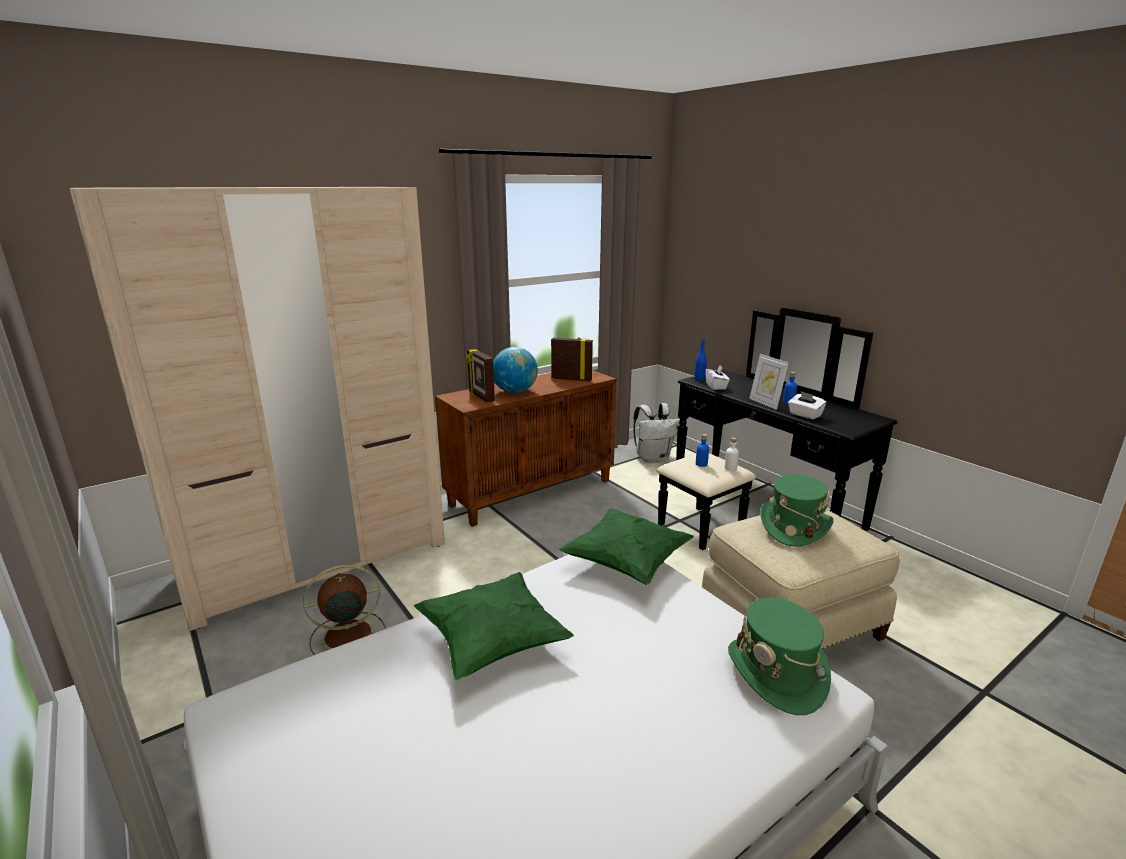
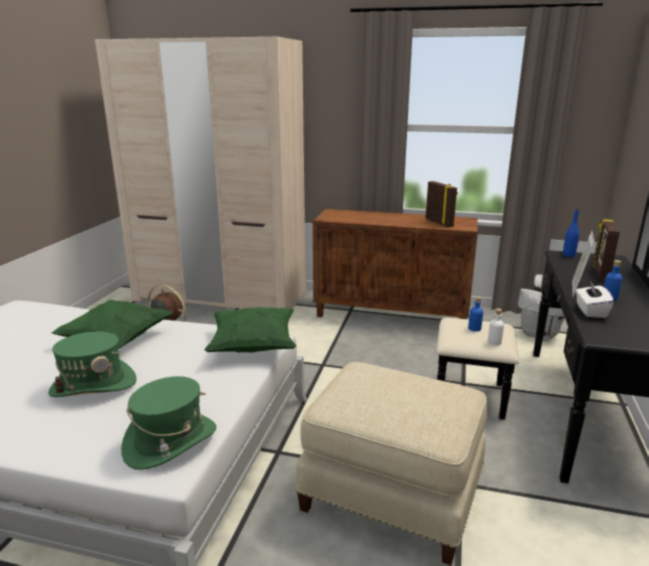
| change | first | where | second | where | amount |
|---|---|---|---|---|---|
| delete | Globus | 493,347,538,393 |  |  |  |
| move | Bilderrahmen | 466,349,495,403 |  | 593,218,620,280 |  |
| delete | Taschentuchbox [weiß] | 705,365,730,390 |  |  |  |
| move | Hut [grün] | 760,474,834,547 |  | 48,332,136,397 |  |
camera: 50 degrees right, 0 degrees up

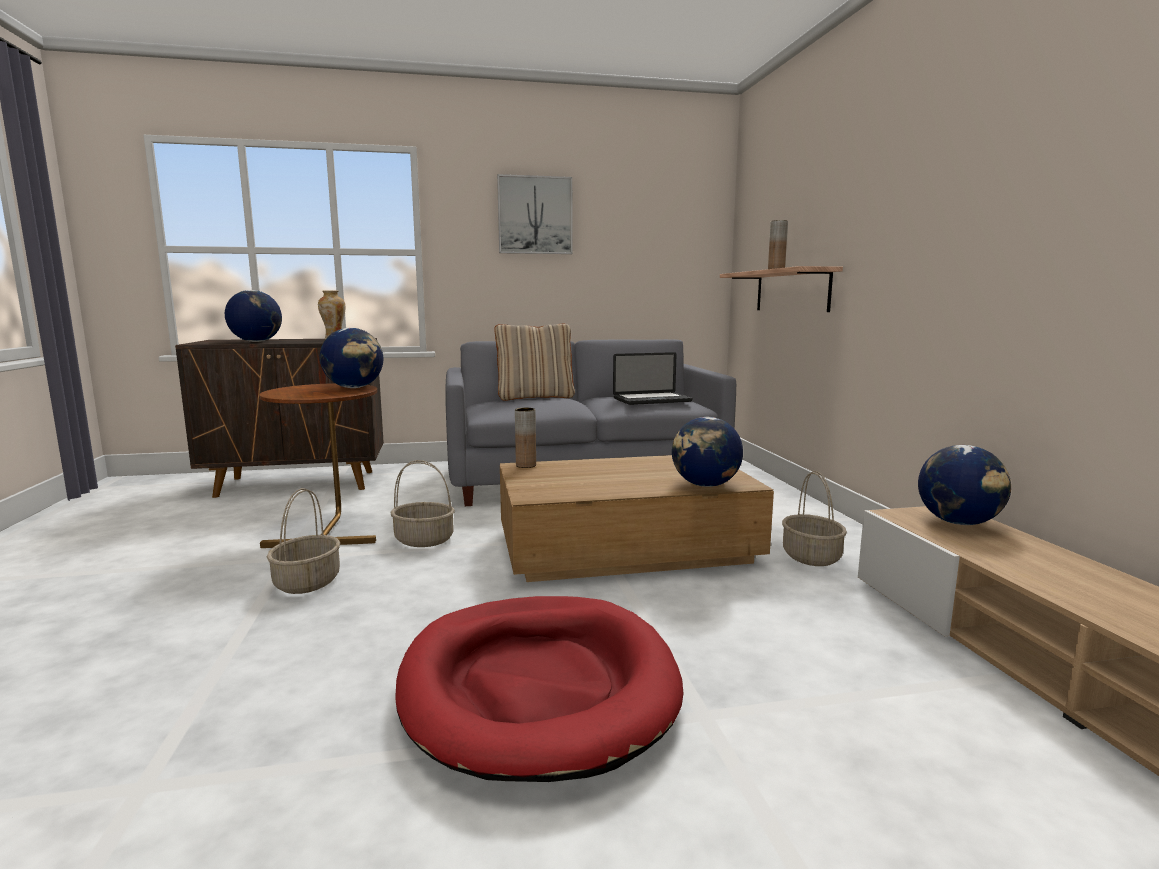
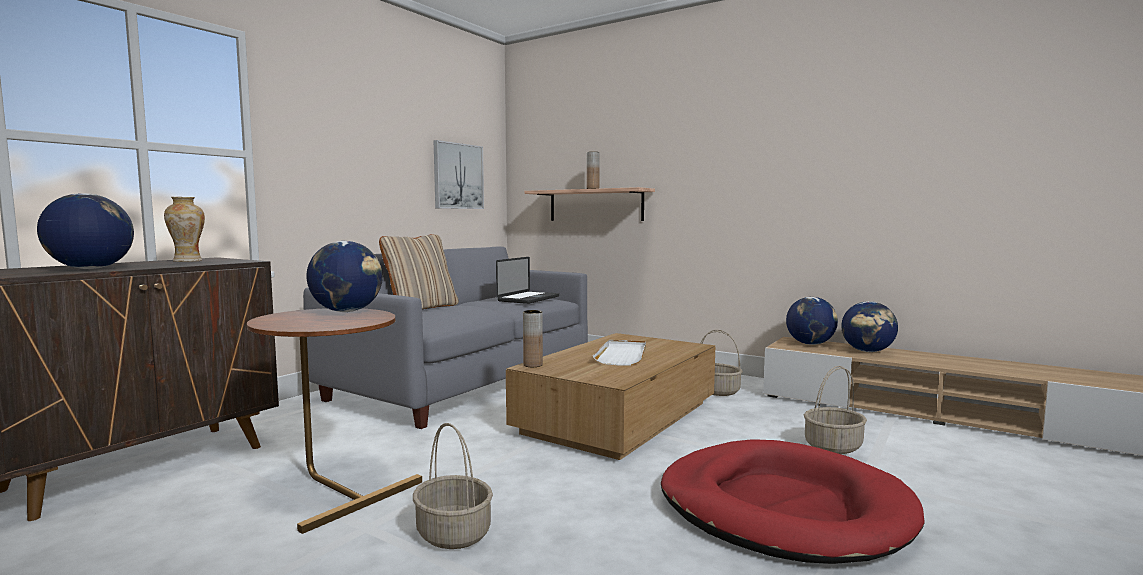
| change | first | where | second | where | amount |
|---|---|---|---|---|---|
| move | Bild | 497,174,573,254 |  | 434,140,484,209 |  |
| move | Globus | 672,417,743,487 |  | 841,301,898,352 |  |
| move | Korb | 390,460,455,547 |  | 804,366,867,454 |  |
| insert |  |  | Tablett [weiß] | 593,340,646,365 |  |
camera: 45 degrees left, 5 degrees down

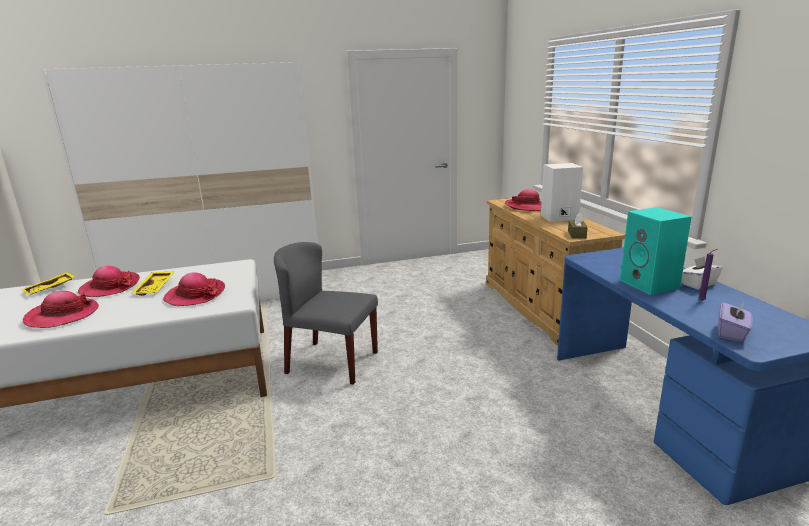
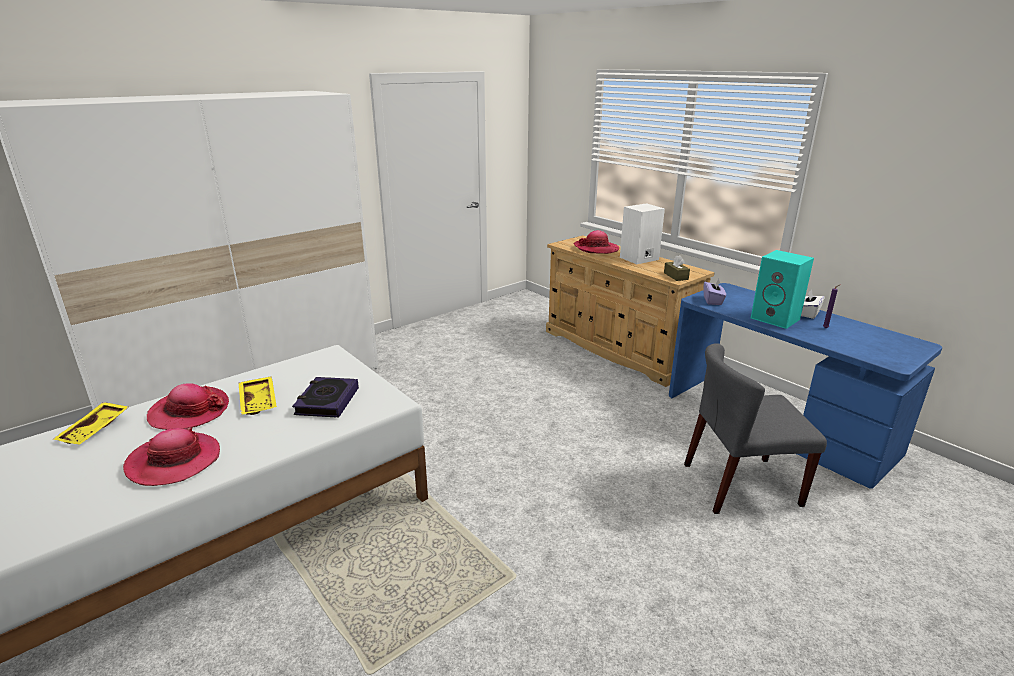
| change | first | where | second | where | amount |
|---|---|---|---|---|---|
| move | Stuhl [grau] | 274,242,378,385 |  | 684,343,827,514 |  |
| replace | Hut | 163,273,225,306 | Buch | 292,377,359,418 |  |
| move | Taschentuchbox [lila] | 718,302,753,342 |  | 703,279,726,305 |  |
camera: 25 degrees left, 5 degrees up

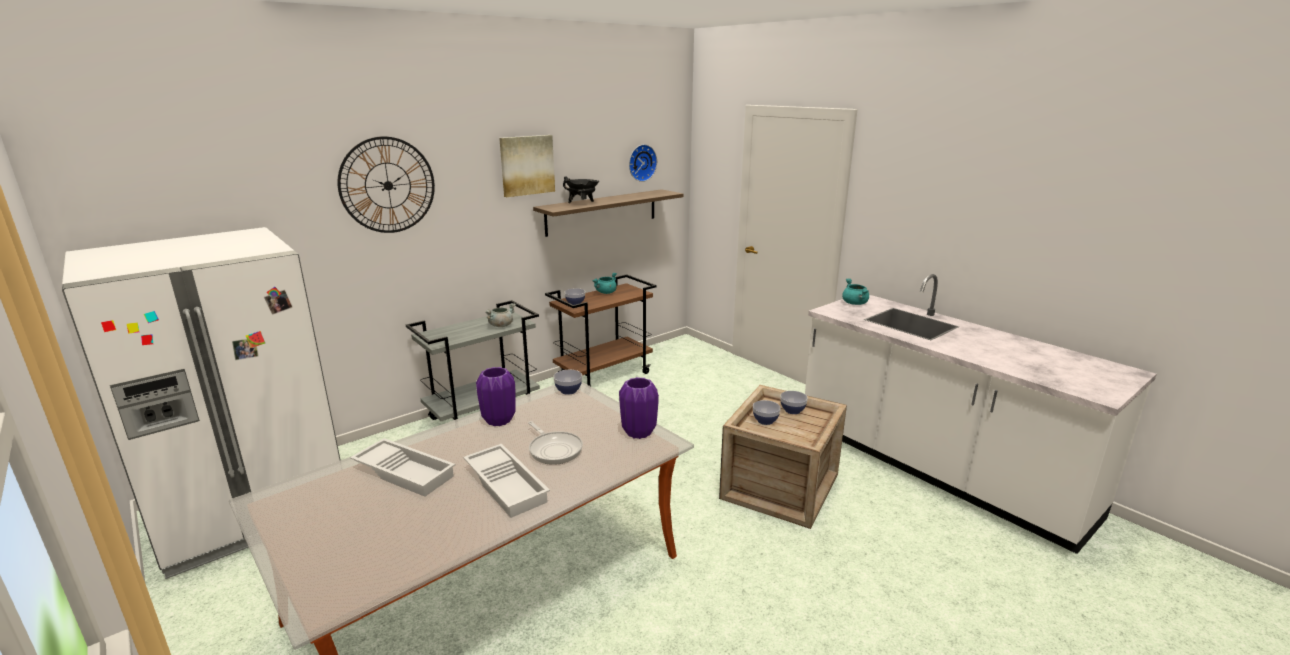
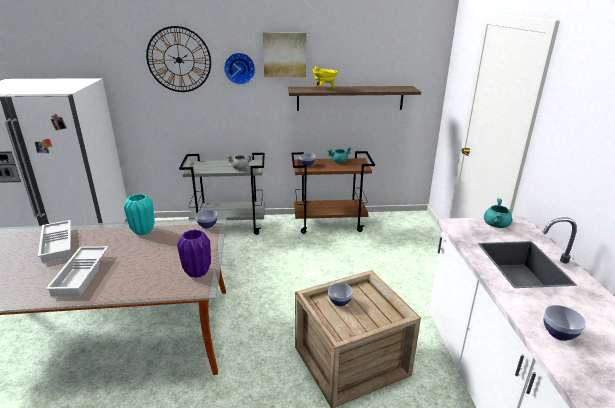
| change | first | where | second | where | amount |
|---|---|---|---|---|---|
| move | Wanduhr | 629,144,657,182 |  | 224,53,255,85 |  |
| recolor | Kochtopf [schwarz] | 563,176,599,203 | Kochtopf [gelb] | 313,66,339,89 |  |
| recolor | Vase [lila] | 476,367,516,426 | Vase [türkis] | 124,194,155,235 |  |
| move | Schüssel | 780,391,808,414 |  | 544,305,586,341 |  |
| delete | Pfanne | 528,421,583,465 |  |  |  |
camera: 35 degrees right, 5 degrees up

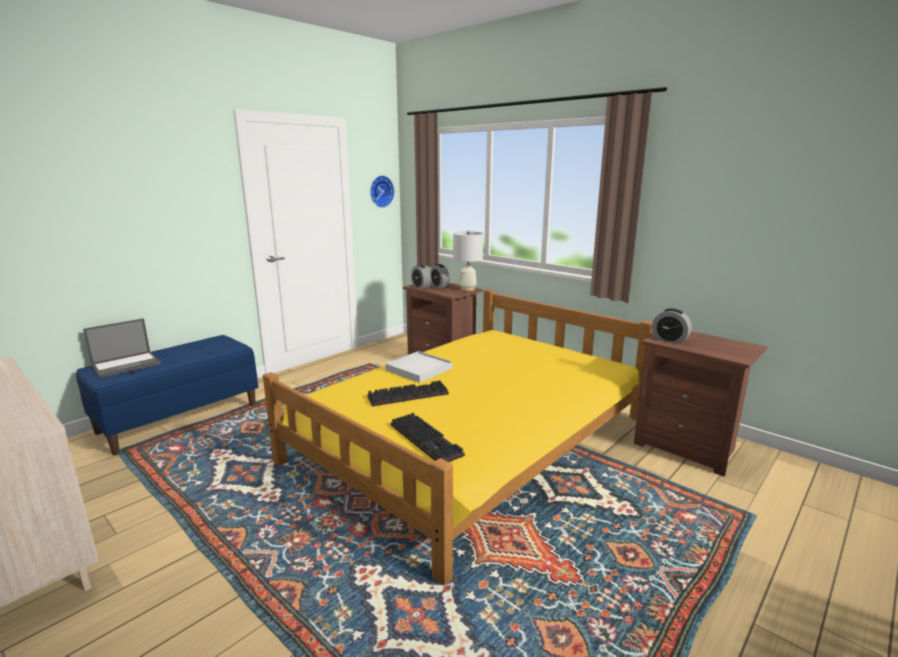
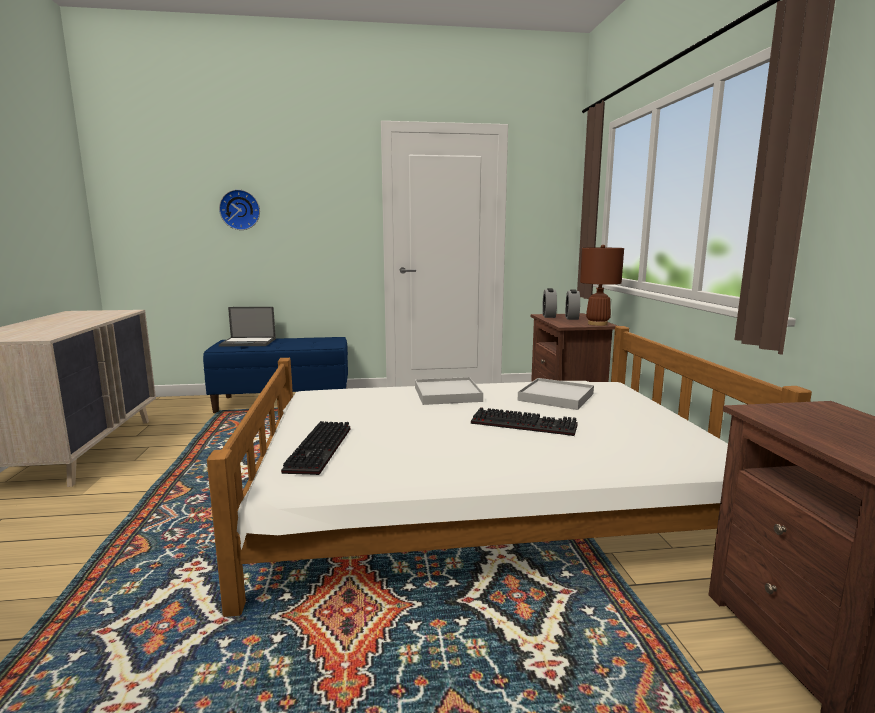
| change | first | where | second | where | amount |
|---|---|---|---|---|---|
| move | Wanduhr | 370,175,394,208 |  | 219,189,260,230 |  |
| recolor | Tischlampe [weiß] | 453,231,483,292 | Tischlampe [braun] | 580,244,624,326 |  |
| recolor | Bett [gelb] | 263,289,653,585 | Bett [weiß] | 207,326,812,617 |  |
| delete | Wecker | 652,308,692,344 |  |  |  |
| move | Tastatur | 367,380,449,406 |  | 471,407,578,436 |  |
| insert |  |  | Tablett [weiß] | 518,378,594,410 |  |
camera: 40 degrees right, 5 degrees down

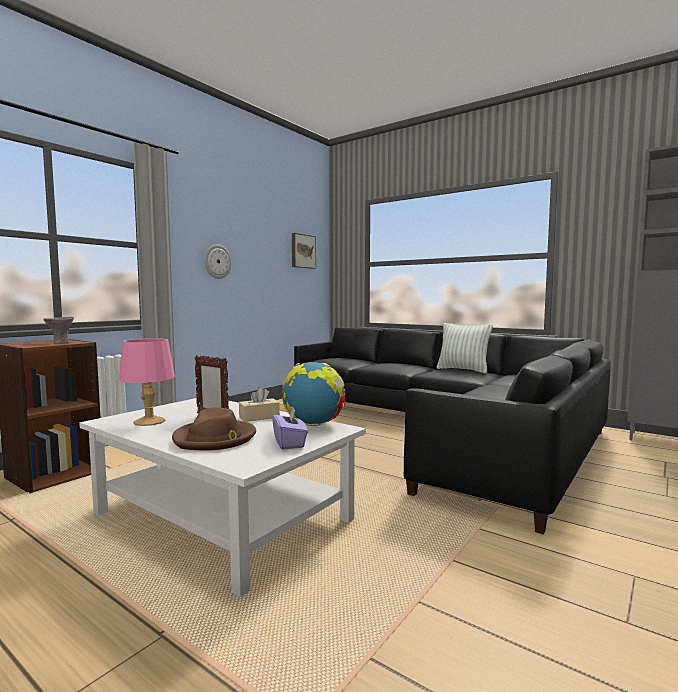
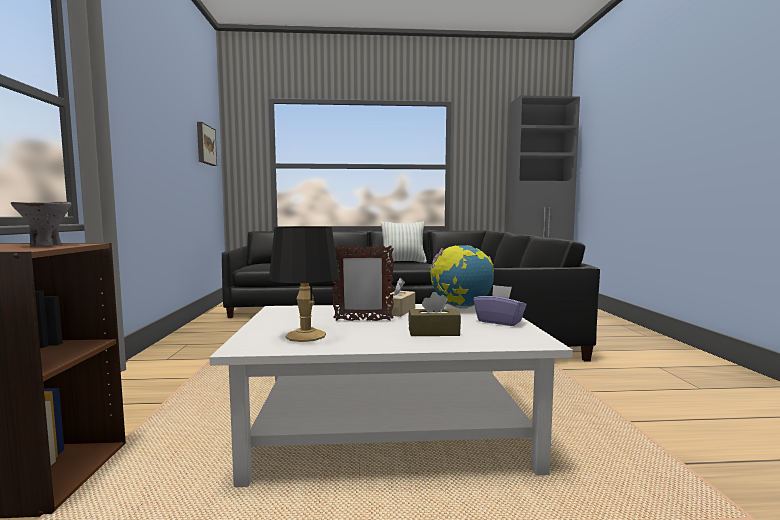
| change | first | where | second | where | amount |
|---|---|---|---|---|---|
| delete | Wanduhr | 204,244,232,279 |  |  |  |
| recolor | Tischlampe [rosa] | 119,338,175,426 | Tischlampe [schwarz] | 269,226,339,342 |  |
| replace | Hut [braun] | 172,407,256,451 | Taschentuchbox [braun] | 408,292,461,336 |  |
camera: 40 degrees left, 0 degrees up

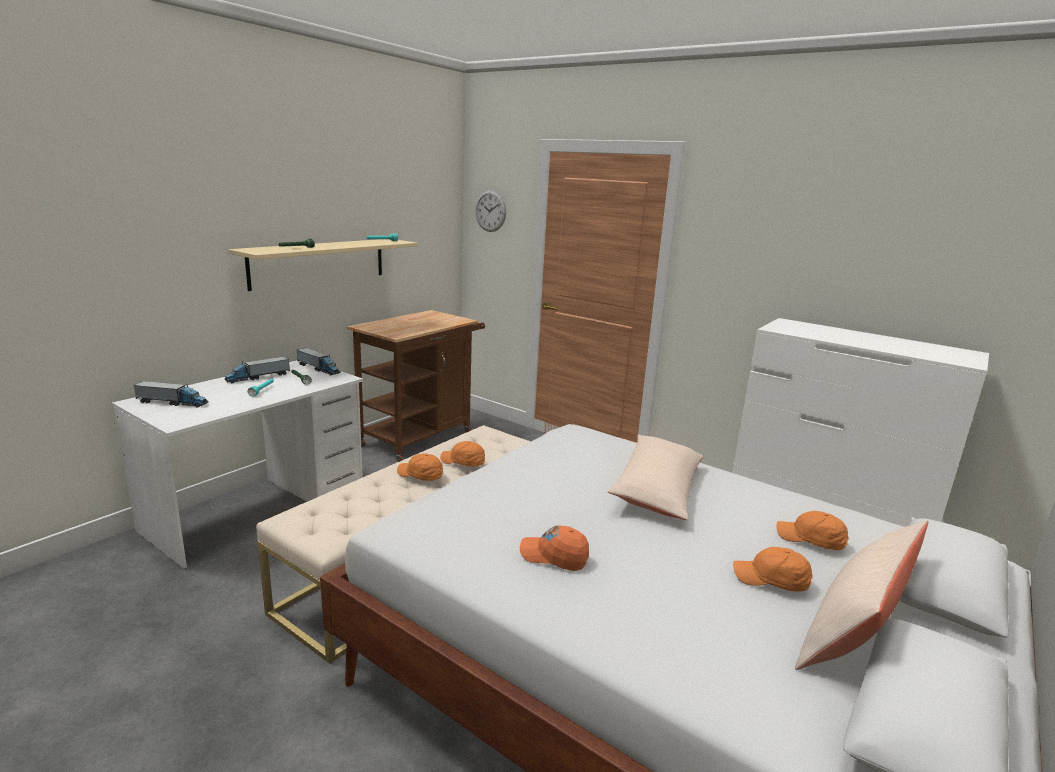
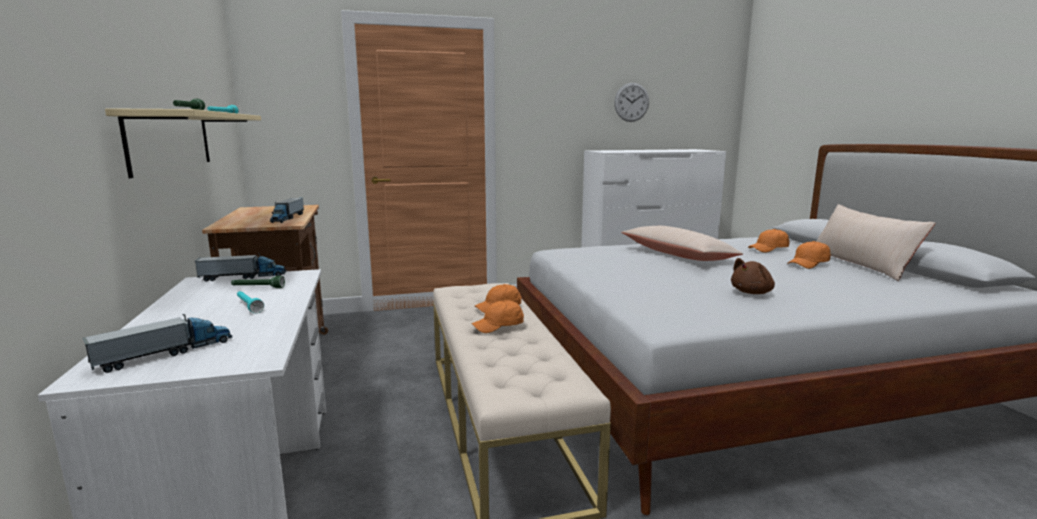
| change | first | where | second | where | amount |
|---|---|---|---|---|---|
| move | Wanduhr | 475,190,506,232 |  | 614,83,649,122 |  |
| move | Spielzeuglaster | 224,356,290,383 |  | 270,198,304,223 |  |
| replace | Kappe [orange] | 520,525,589,571 | Plüschtier [braun] | 731,258,775,294 |  |
camera: 50 degrees left, 5 degrees down

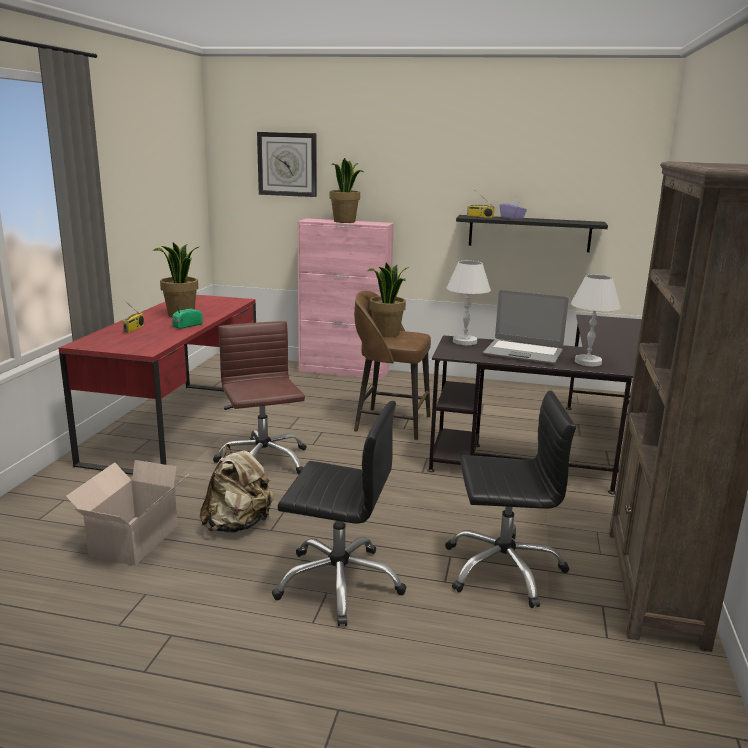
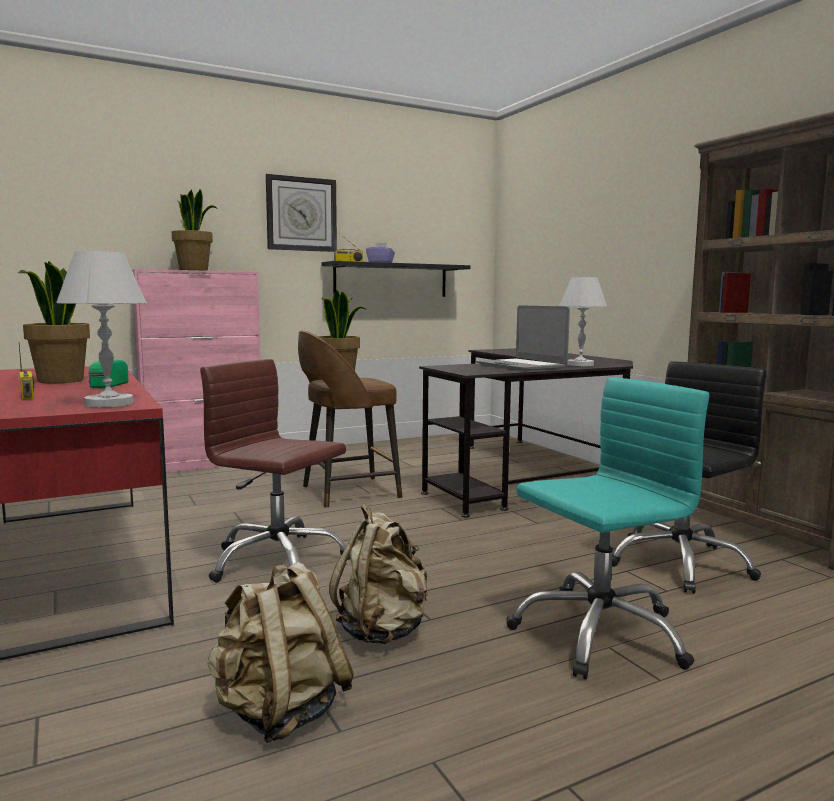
| change | first | where | second | where | amount |
|---|---|---|---|---|---|
| move | Wanduhr | 257,132,317,197 |  | 266,174,337,252 |  |
| move | Tischlampe [weiß] | 446,261,491,345 |  | 56,251,147,408 |  |
| rotate | Laptop | 483,290,569,364 |  | 476,305,570,371 | 75 degrees clockwise |
| recolor | Bürostuhl [schwarz] | 272,401,407,626 | Bürostuhl [türkis] | 507,377,709,679 |  |
| replace | Karton | 66,460,189,566 | Rucksack [beige] | 207,562,354,743 |  |
camera: 40 degrees left, 10 degrees down

